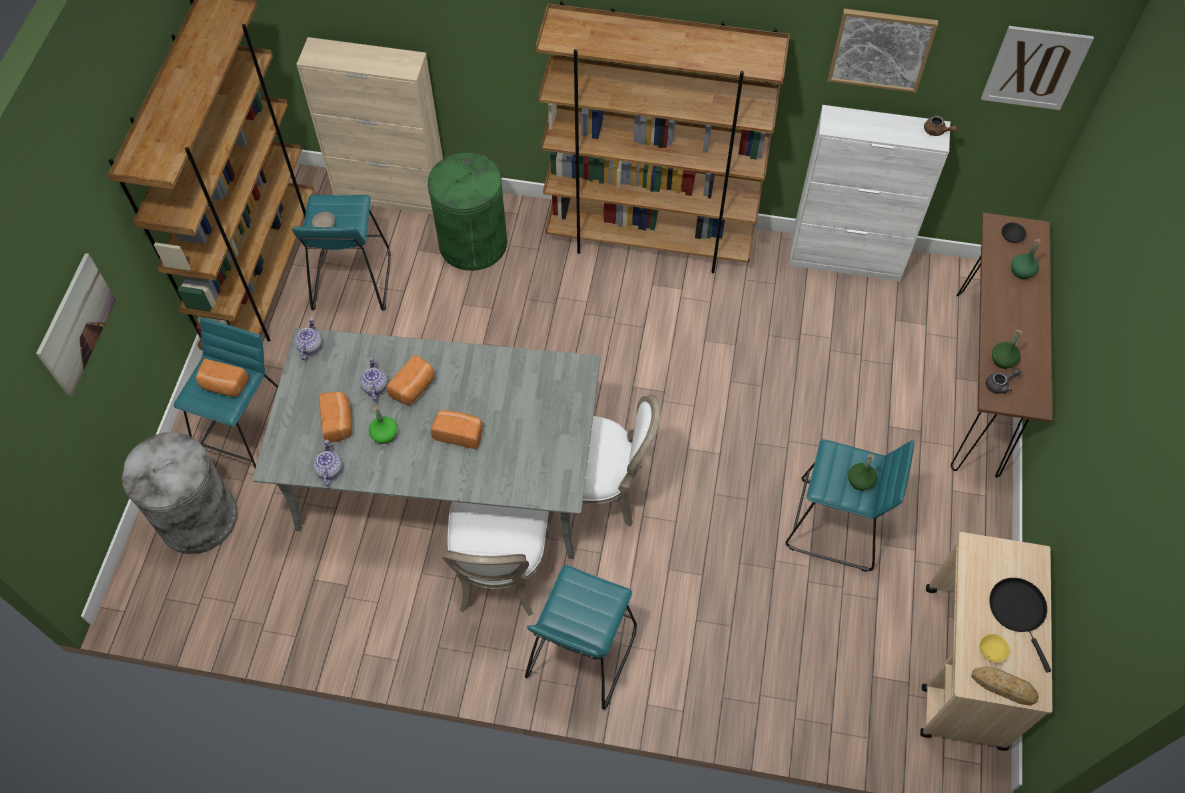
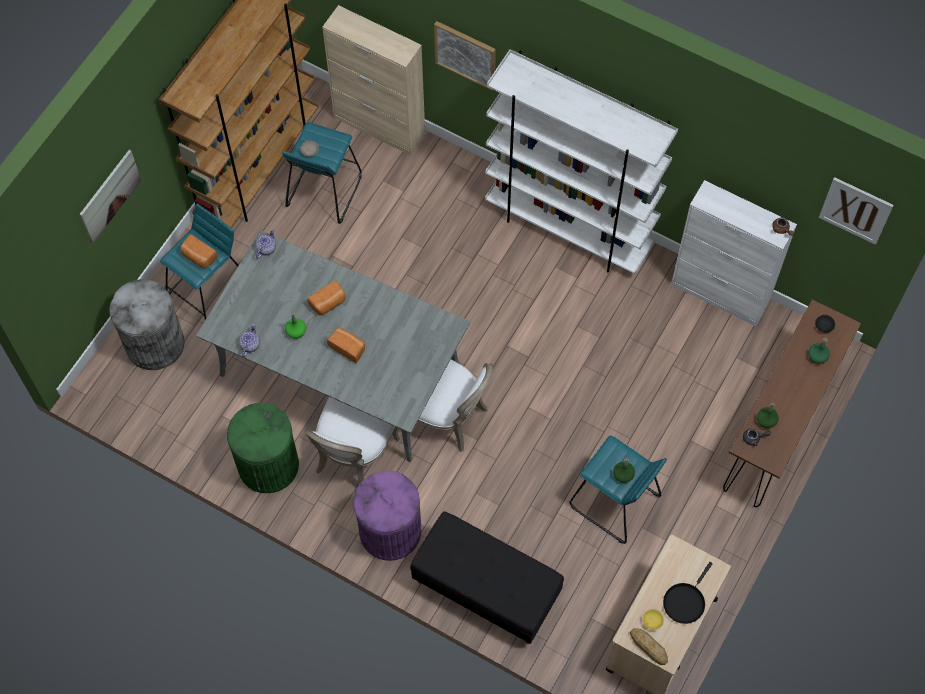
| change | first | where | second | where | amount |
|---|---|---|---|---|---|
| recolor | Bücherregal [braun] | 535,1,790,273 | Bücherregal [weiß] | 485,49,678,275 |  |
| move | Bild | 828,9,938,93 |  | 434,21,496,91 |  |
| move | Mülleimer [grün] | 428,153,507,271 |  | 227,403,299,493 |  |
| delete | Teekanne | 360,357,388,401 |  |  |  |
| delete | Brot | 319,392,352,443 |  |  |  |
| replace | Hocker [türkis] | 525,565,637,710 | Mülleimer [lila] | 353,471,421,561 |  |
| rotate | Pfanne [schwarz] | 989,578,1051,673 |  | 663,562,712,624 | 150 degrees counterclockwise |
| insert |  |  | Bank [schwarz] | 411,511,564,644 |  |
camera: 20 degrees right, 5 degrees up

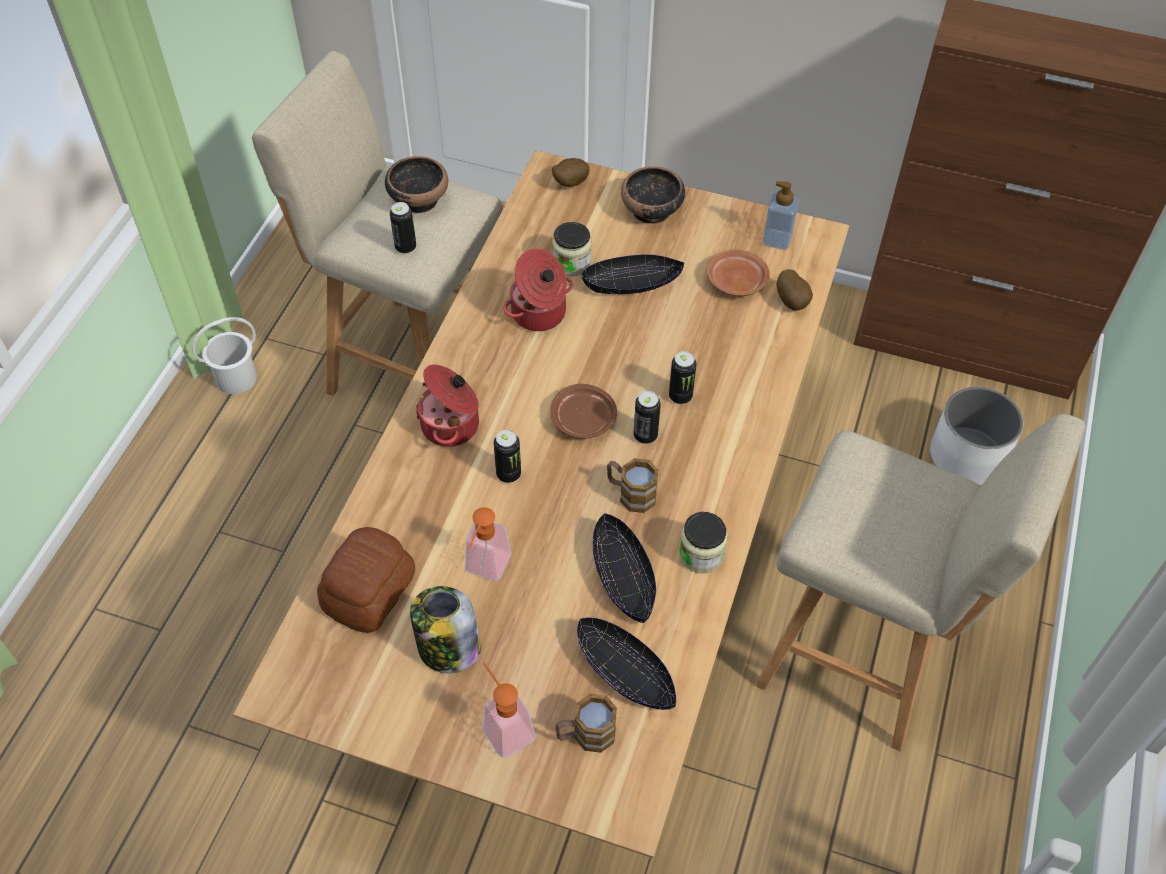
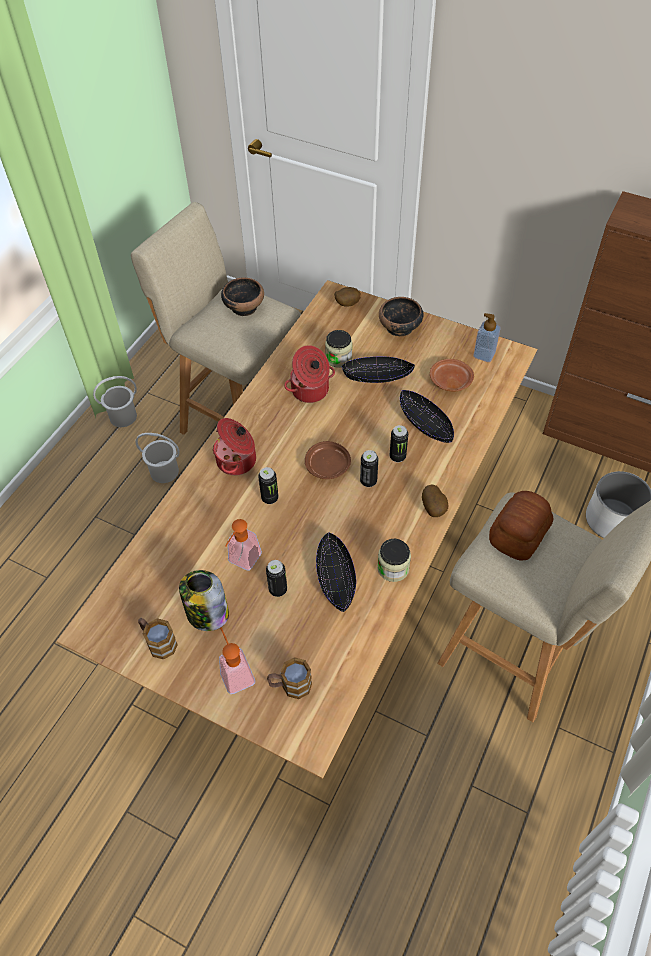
| change | first | where | second | where | amount |
|---|---|---|---|---|---|
| move | Dose | 390,202,416,254 |  | 266,560,287,597 |  |
| move | Kartoffel | 777,269,813,311 |  | 422,485,448,517 |  |
| move | Henkelbecher | 607,458,659,513 |  | 138,618,178,659 |  |
| move | Brot | 317,527,415,633 |  | 489,491,554,561 |  |
| move | Schüssel [schwarz] | 577,617,676,710 |  | 400,390,454,443 |  |
| insert |  |  | Eimer [weiß] | 135,433,180,483 |  |
camera: 10 degrees right, 0 degrees up

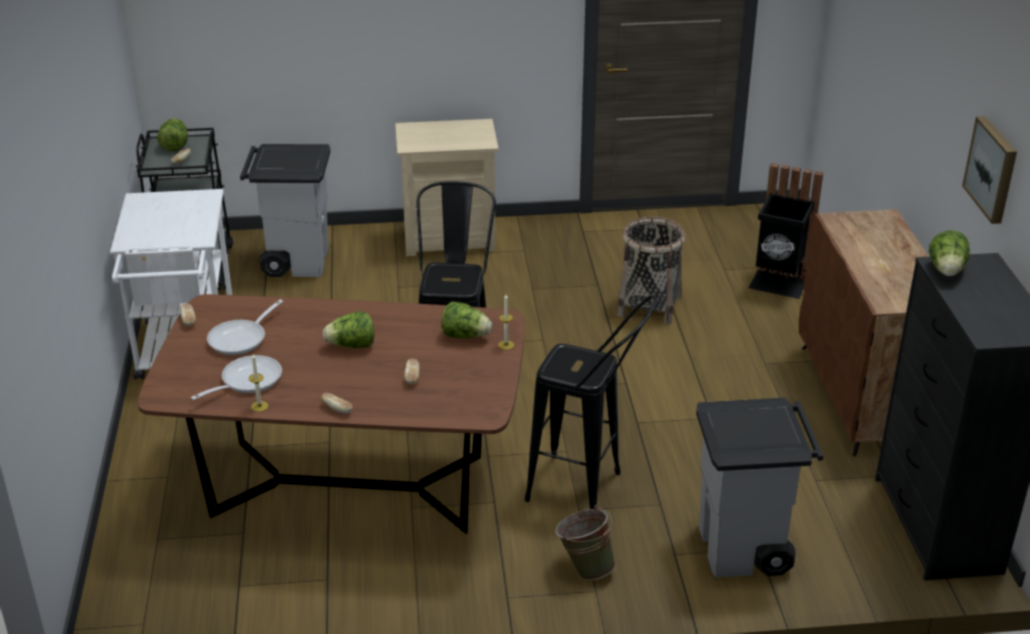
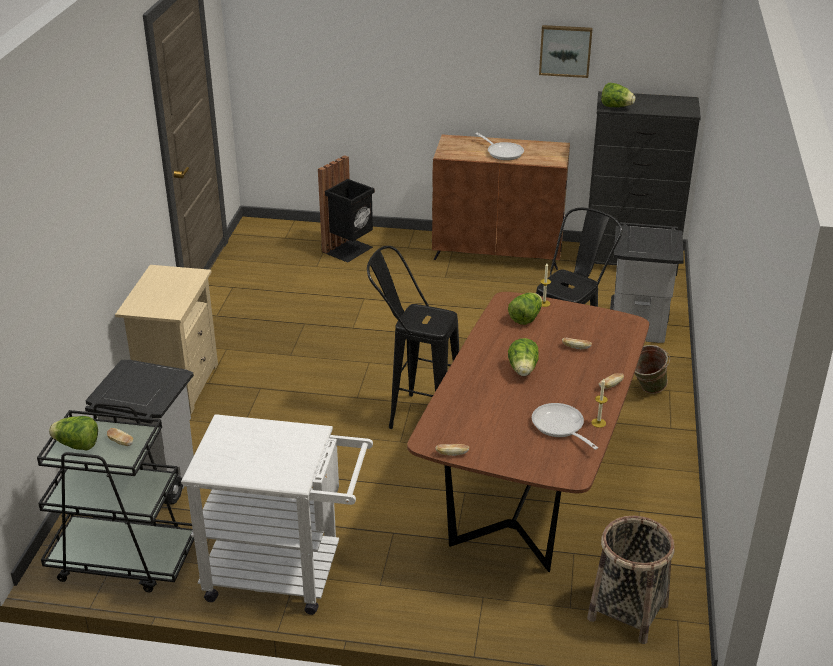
| change | first | where | second | where | amount |
|---|---|---|---|---|---|
| move | Korb | 617,217,685,325 |  | 587,516,675,644 |  |
| move | Pfanne | 207,300,283,355 |  | 475,133,524,160 |  |
camera: 75 degrees left, 0 degrees up

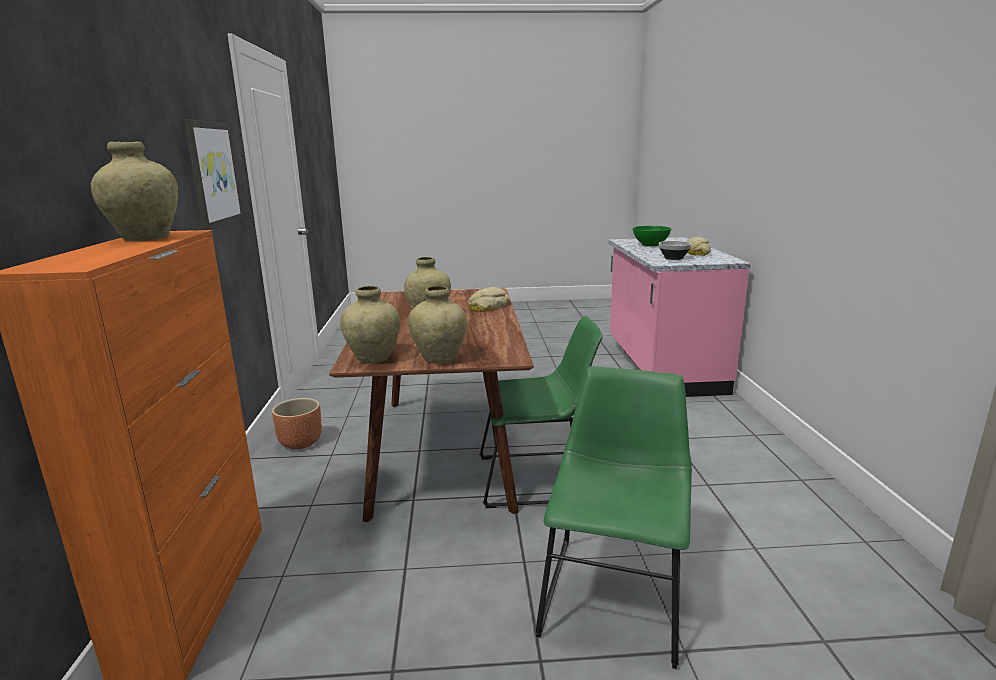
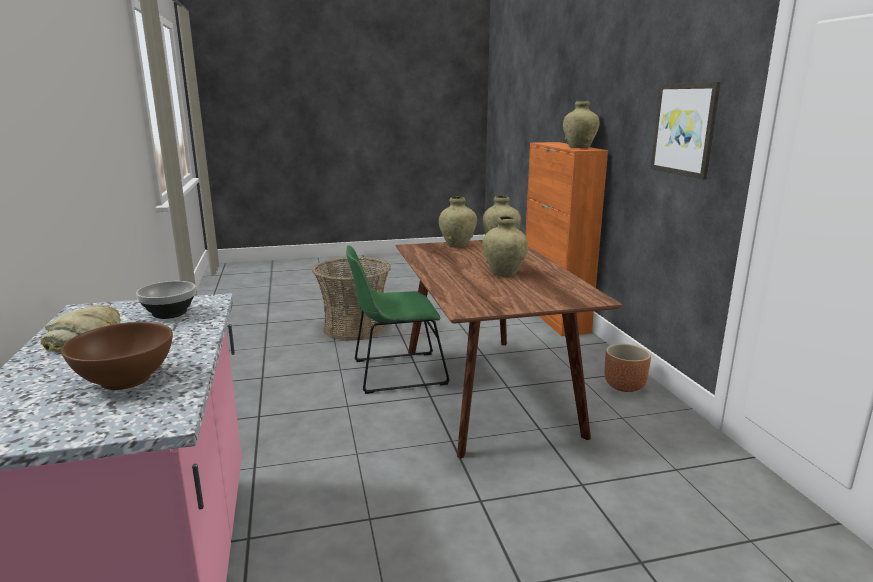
| change | first | where | second | where | amount |
|---|---|---|---|---|---|
| recolor | Schüssel [grün] | 633,226,671,246 | Schüssel [braun] | 61,322,173,390 |  |
| delete | Brot | 468,287,509,312 |  |  |  |
| replace | Stuhl [grün] | 535,366,692,669 | Korb | 312,257,391,341 |  |
camera: 170 degrees right, 0 degrees up

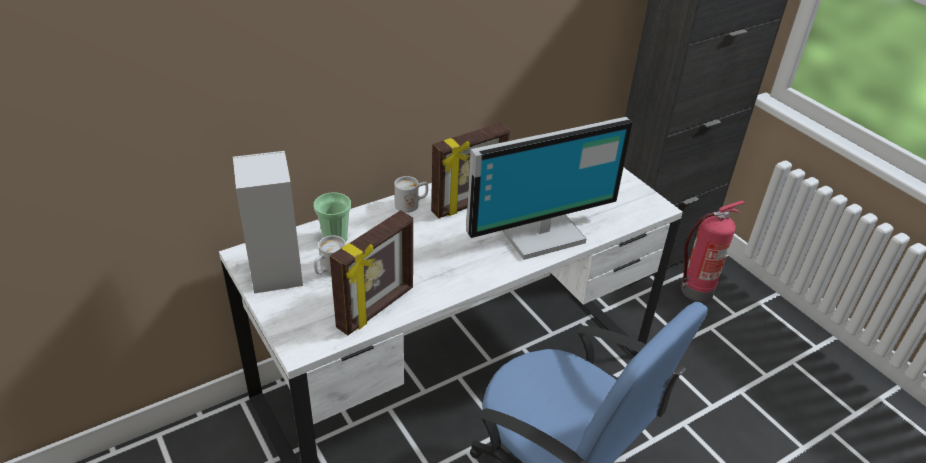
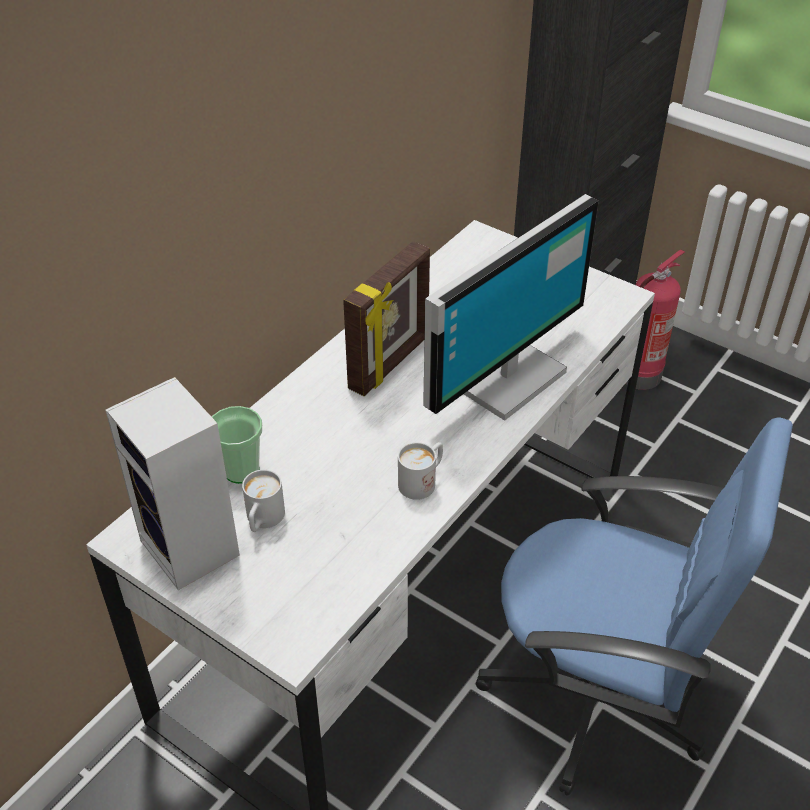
| change | first | where | second | where | amount |
|---|---|---|---|---|---|
| move | Henkelbecher [weiß] | 394,176,429,213 |  | 398,442,443,500 |  |
| delete | Bilderrahmen | 330,210,413,336 |  |  |  |
camera: 20 degrees left, 5 degrees up

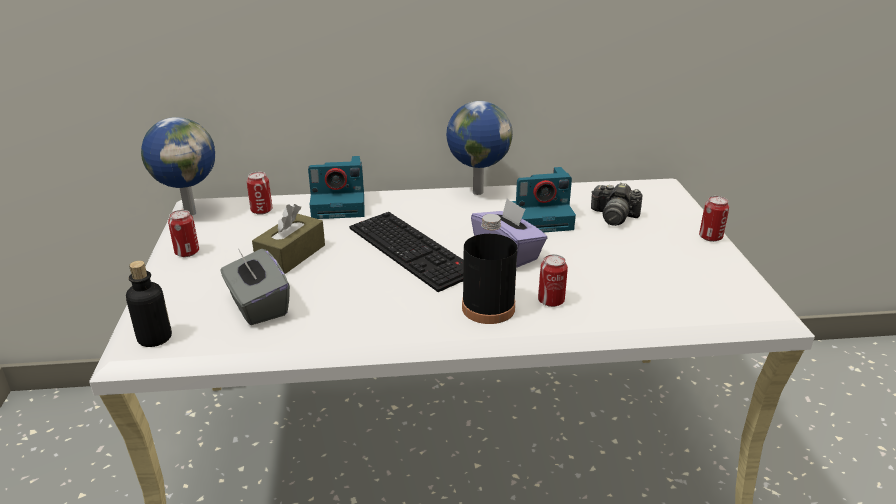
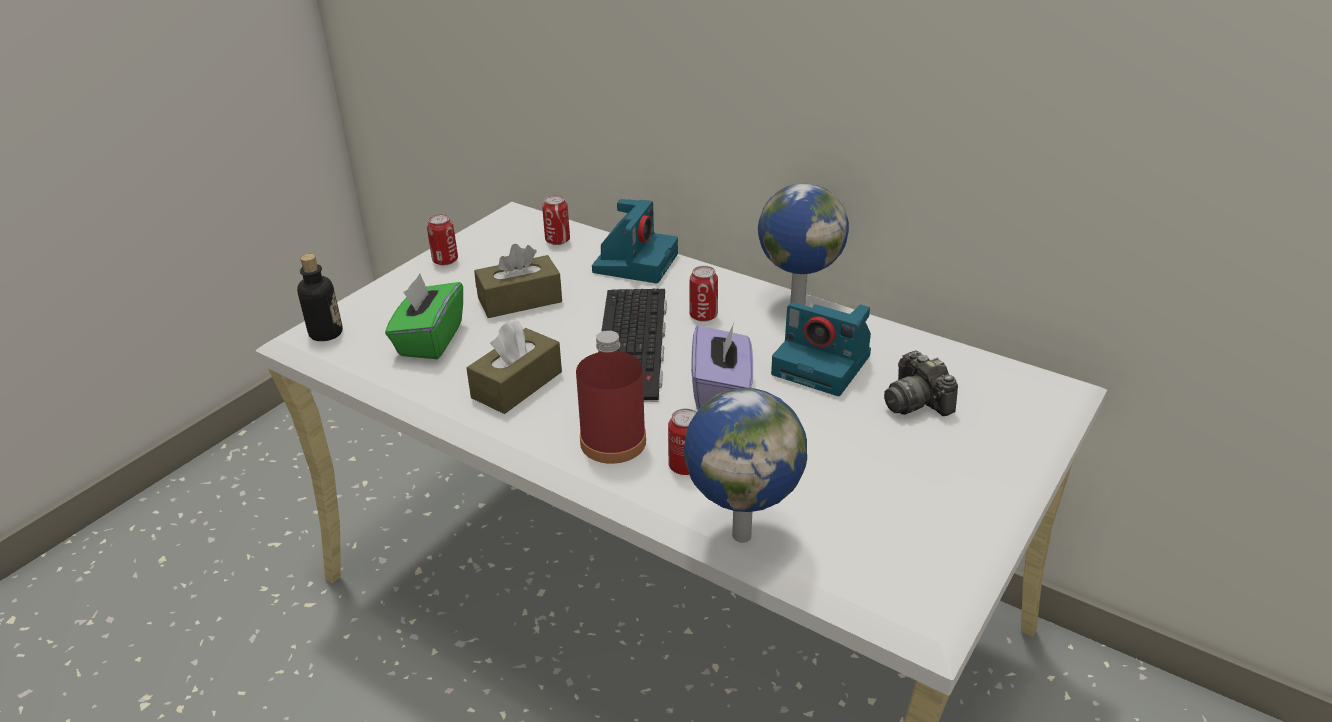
| change | first | where | second | where | amount |
|---|---|---|---|---|---|
| move | Globus | 141,117,215,215 |  | 684,388,807,543 |  |
| rotate | Kamera | 308,156,364,219 |  | 592,199,678,283 | 105 degrees counterclockwise |
| move | Dose | 699,196,729,242 |  | 689,266,718,322 |  |
| recolor | Flasche [schwarz] | 462,214,517,324 | Flasche [rot] | 576,330,646,464 |  |
| recolor | Taschentuchbox [grau] | 220,249,290,325 | Taschentuchbox [grün] | 385,273,463,359 |  |
| insert |  |  | Taschentuchbox [braun] | 466,321,562,414 |  |
camera: 40 degrees right, 5 degrees up

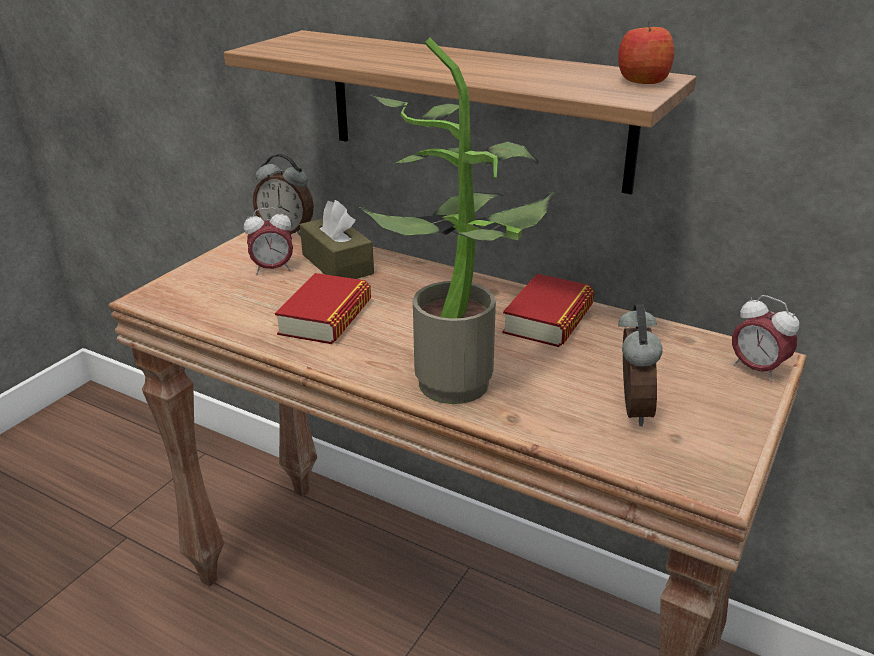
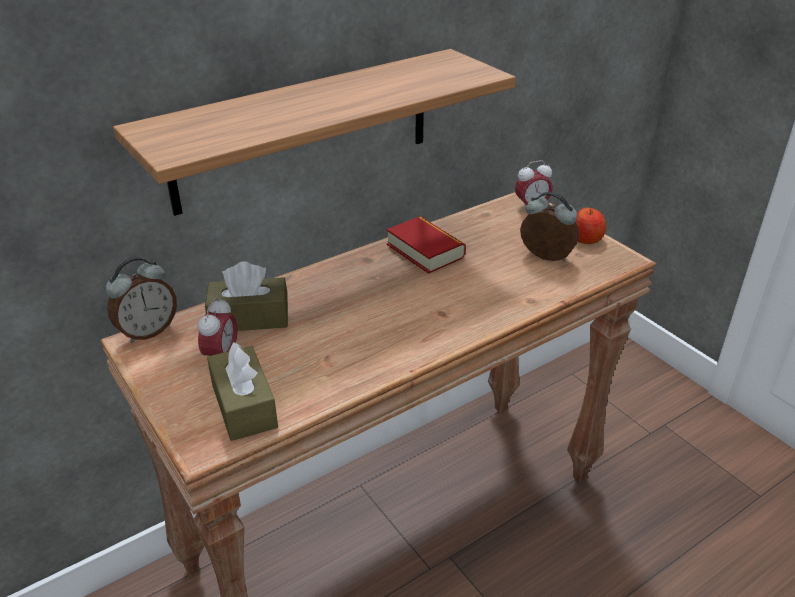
| change | first | where | second | where | amount |
|---|---|---|---|---|---|
| move | Apfel | 618,21,674,84 |  | 576,208,607,244 |  |
| delete | Topfpflanze | 358,38,556,404 |  |  |  |
| delete | Buch | 275,273,371,344 |  |  |  |
| insert |  |  | Taschentuchbox [braun] | 207,342,278,441 |  |
camera: 65 degrees left, 5 degrees up

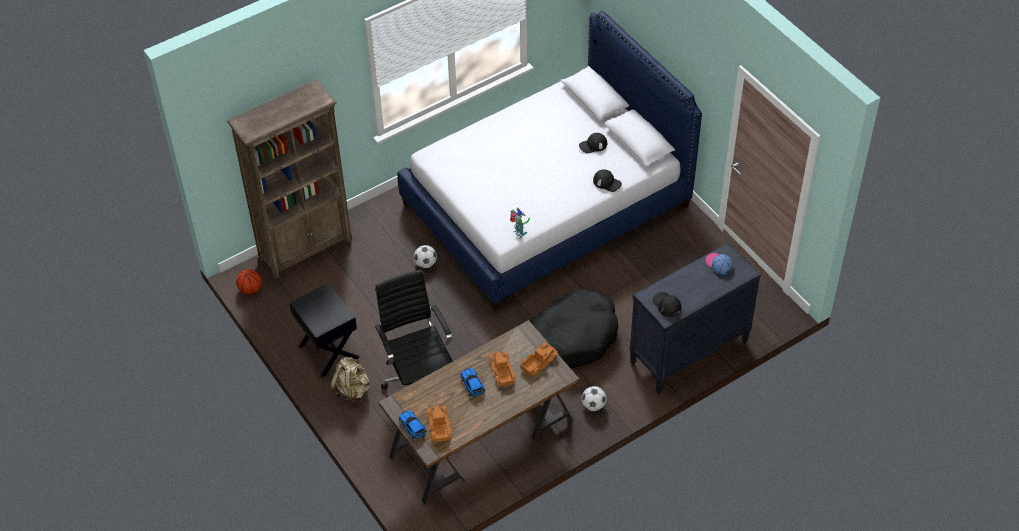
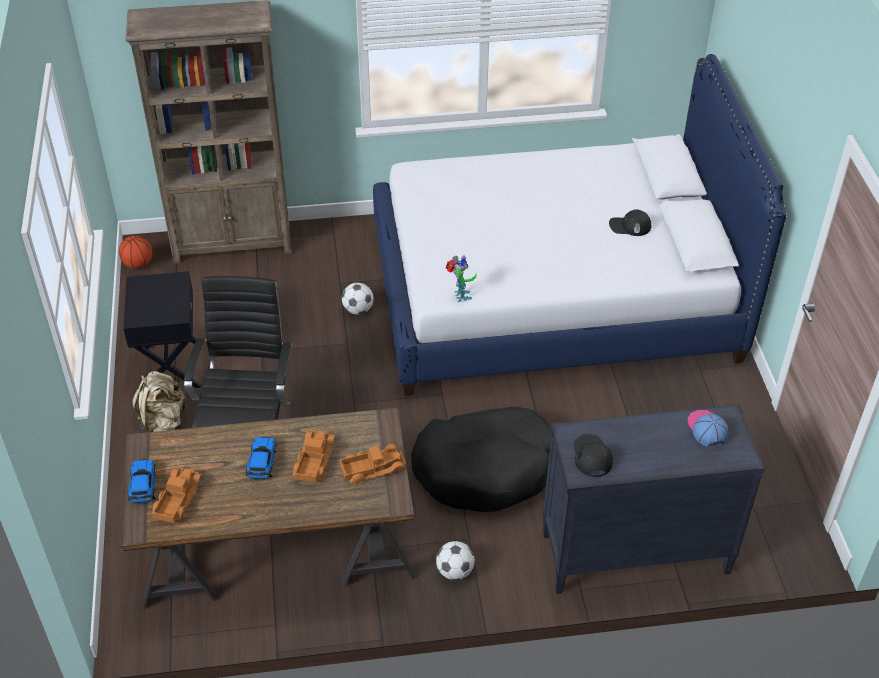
| change | first | where | second | where | amount |
|---|---|---|---|---|---|
| delete | Kappe [schwarz] | 593,169,622,192 |  |  |  |
camera: 25 degrees right, 5 degrees down

